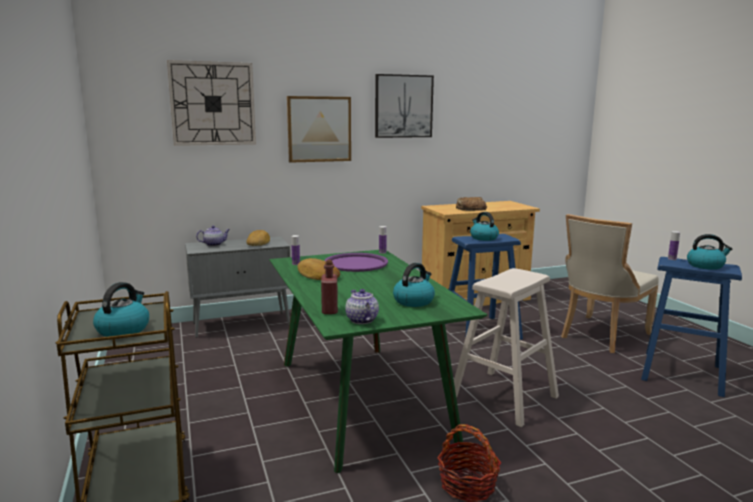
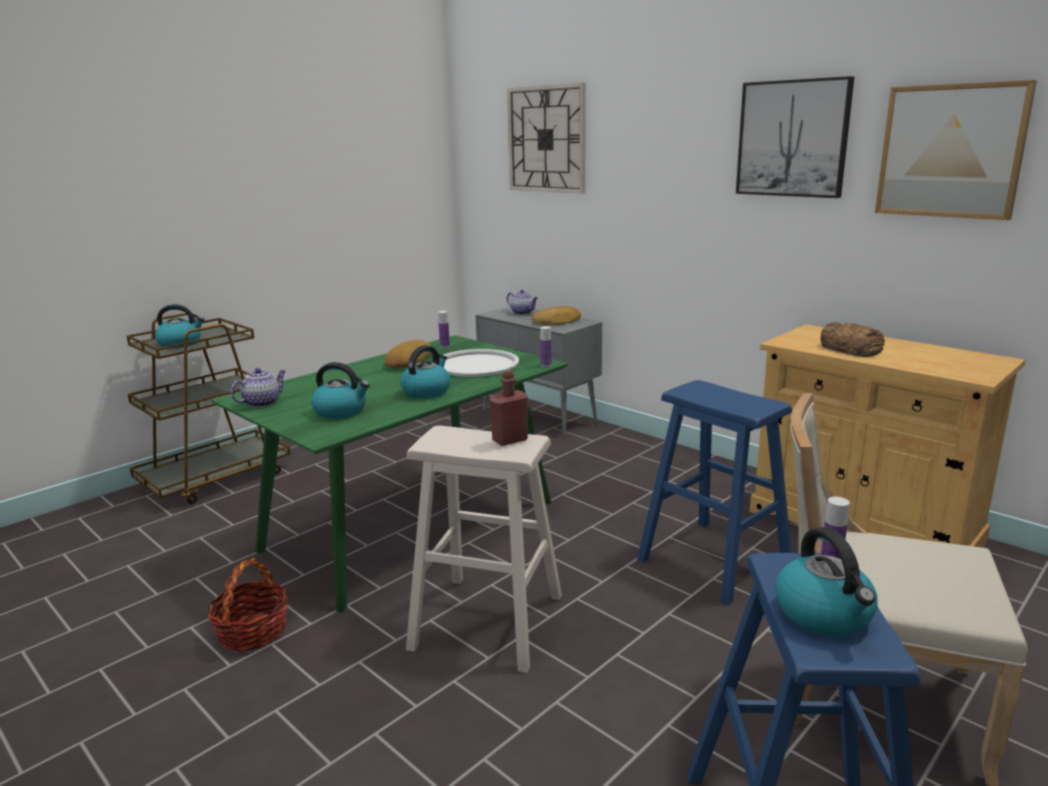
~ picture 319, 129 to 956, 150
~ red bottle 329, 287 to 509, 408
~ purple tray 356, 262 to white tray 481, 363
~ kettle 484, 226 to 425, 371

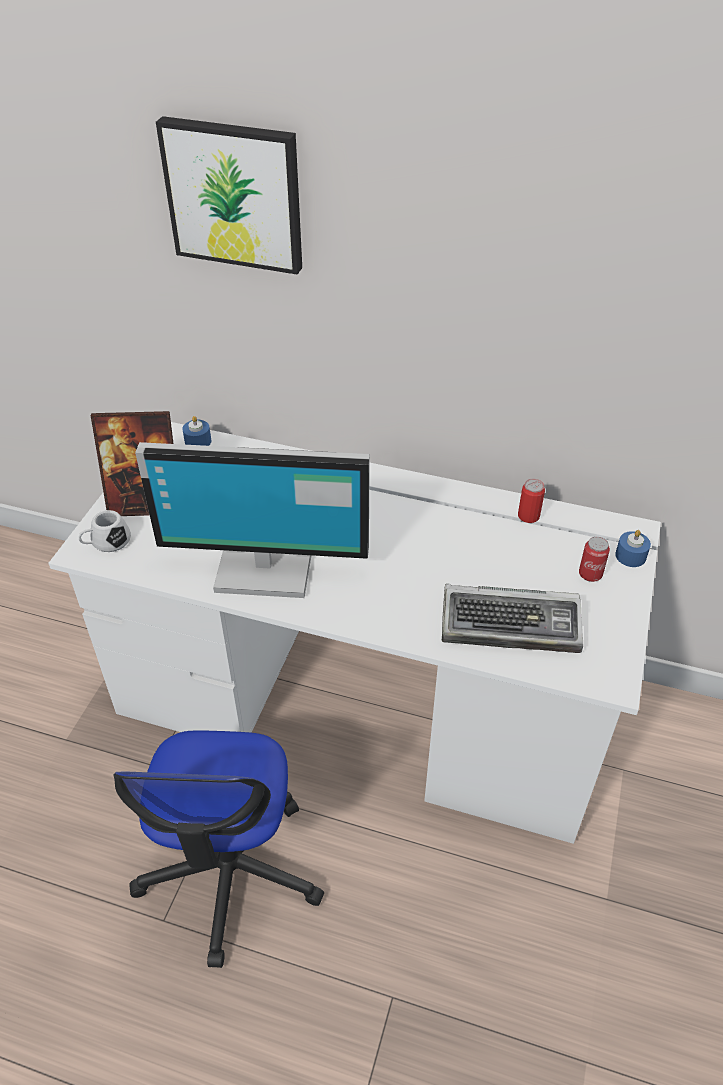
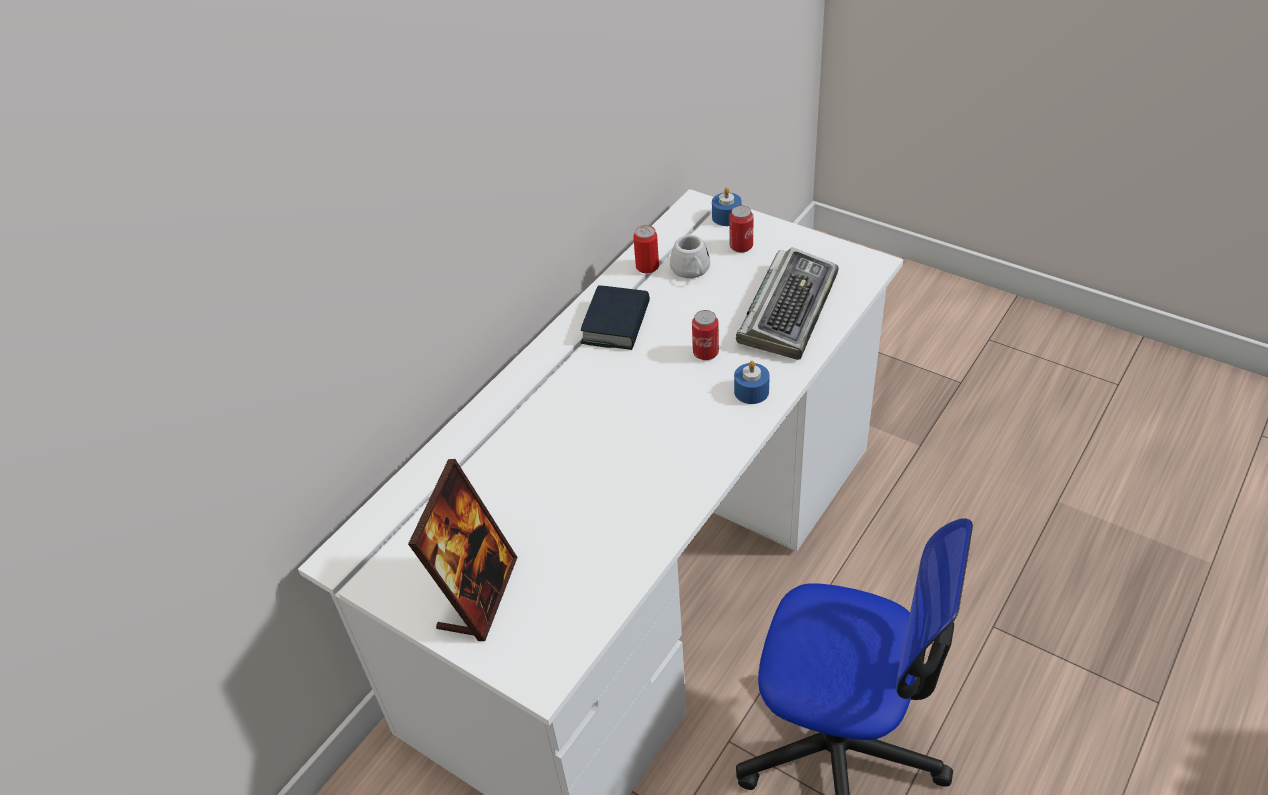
~ white mug 105, 531 to 690, 256
- monitor 252, 520
- picture 229, 195
~ blue candle 196, 431 to 752, 382
+ book 615, 317
+ can 705, 335

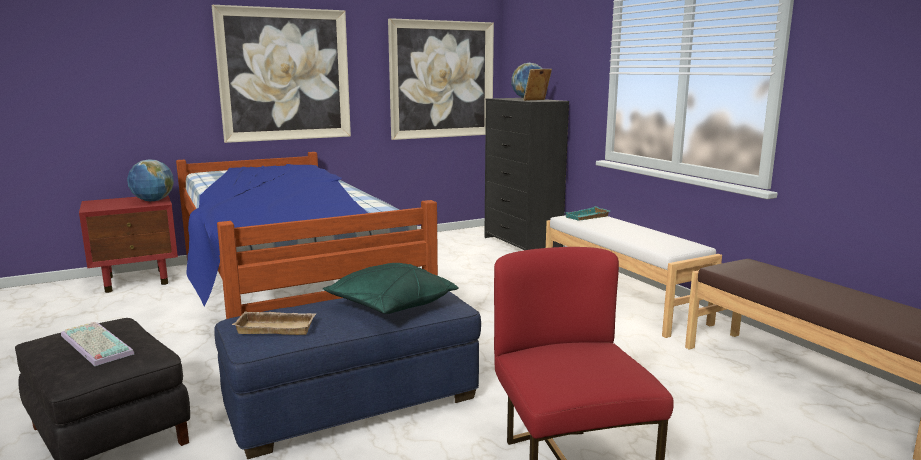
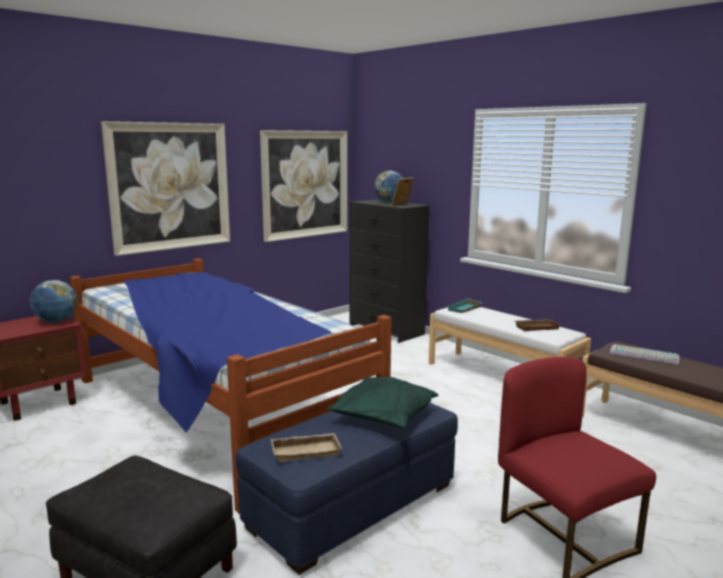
~ keyboard 97, 344 to 644, 354
+ brown tray 538, 325

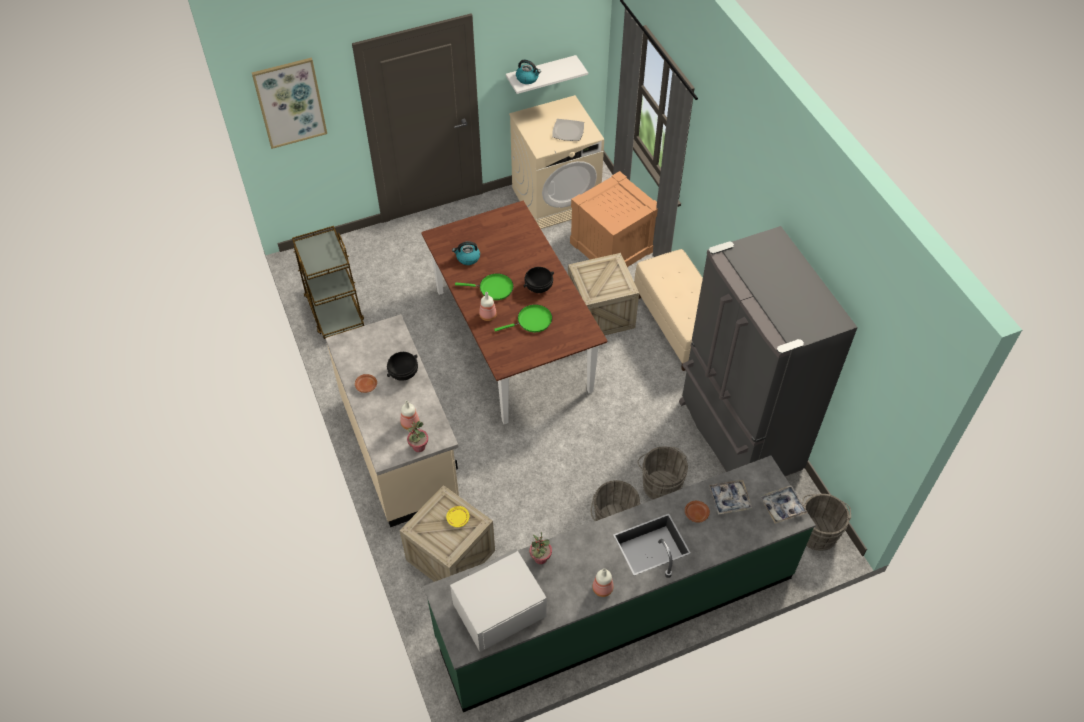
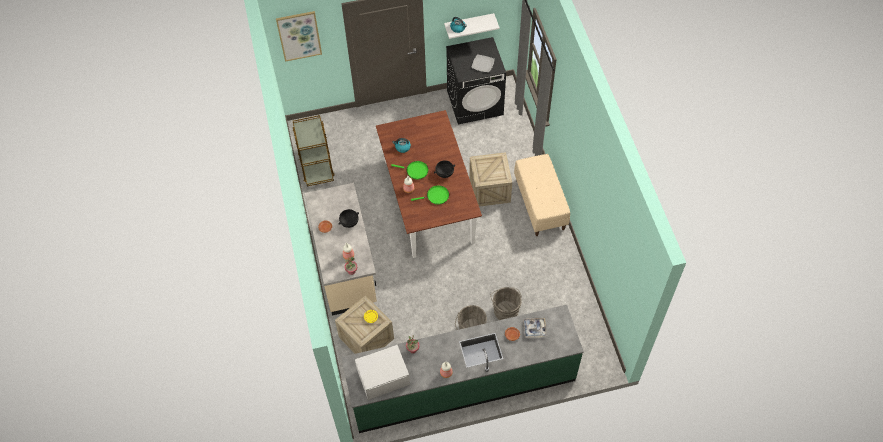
~ beige washing machine 556, 162 to black washing machine 476, 80
- crate 614, 219
- grey fridge 768, 351
- tray 783, 504
- grey bucket 826, 522

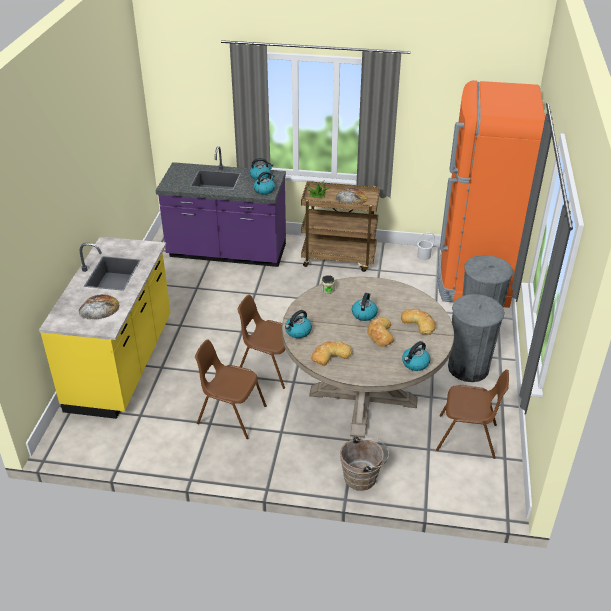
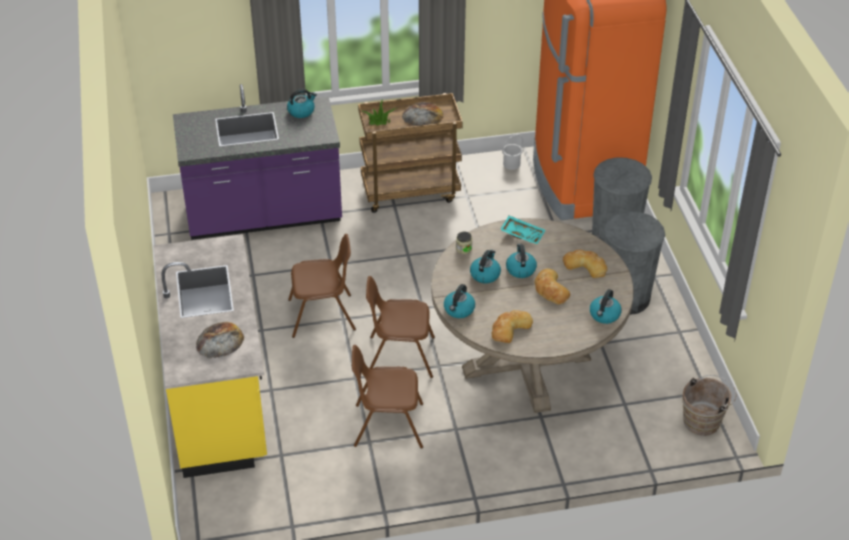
~ kettle 264, 183 to 485, 267
~ brown bucket 364, 463 to 709, 405
~ brown chair 472, 414 to 322, 286
+ turquoise tray 522, 230

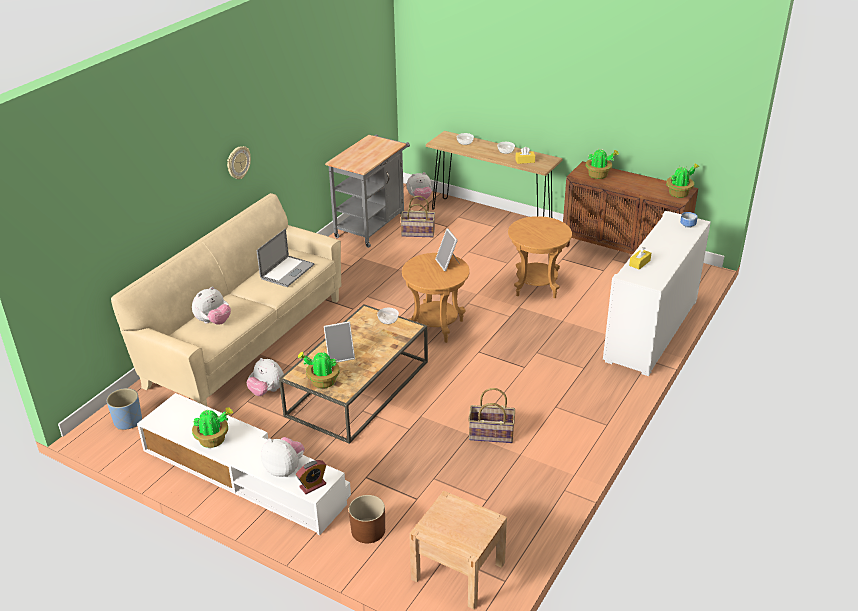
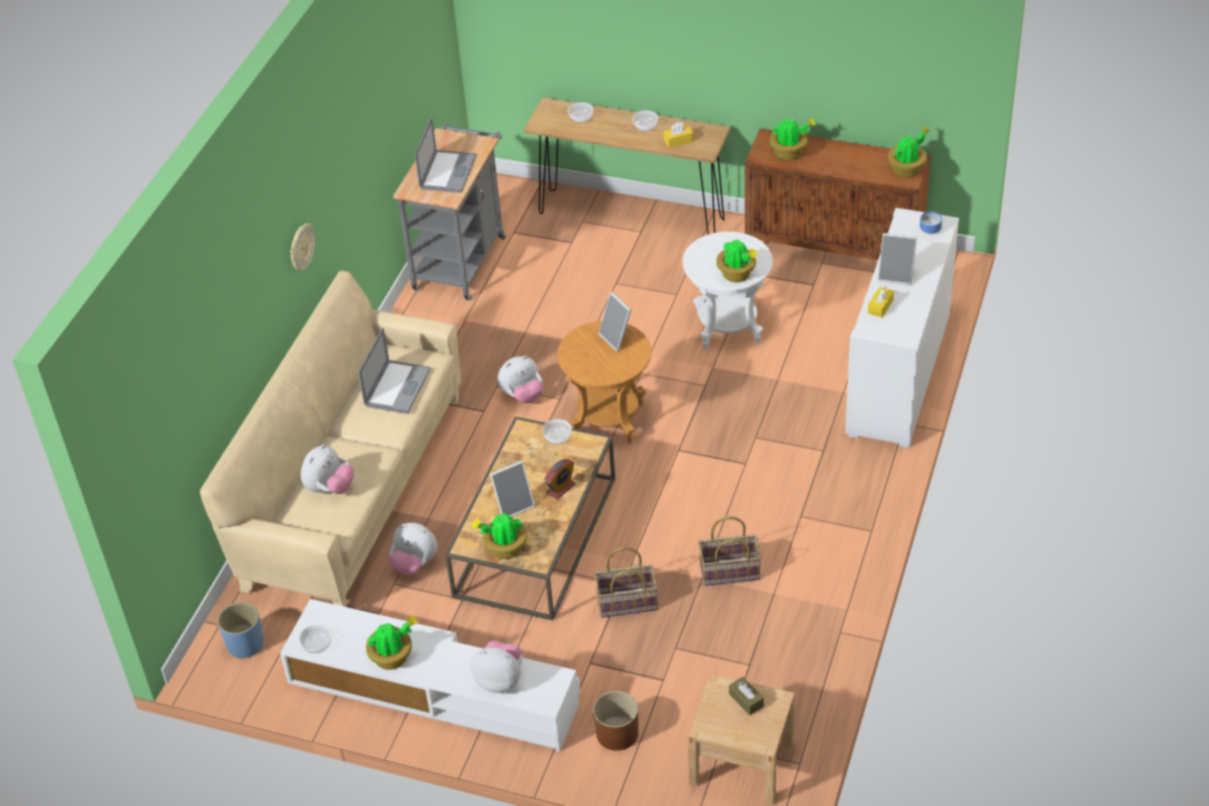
~ alarm clock 311, 477 to 559, 479
~ basket 417, 216 to 625, 582
~ plush toy 419, 186 to 520, 379
~ brown side table 540, 257 to white side table 727, 291
+ bowl 315, 639
+ laptop 445, 155
+ potted plant 736, 259
+ brown tissue box 746, 696
+ picture frame 897, 259

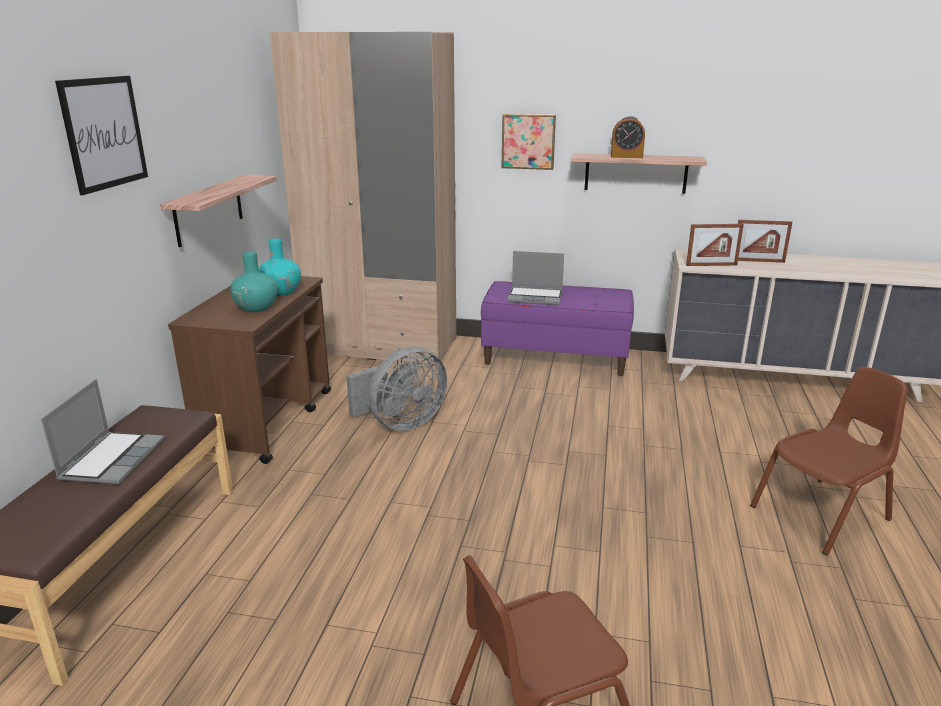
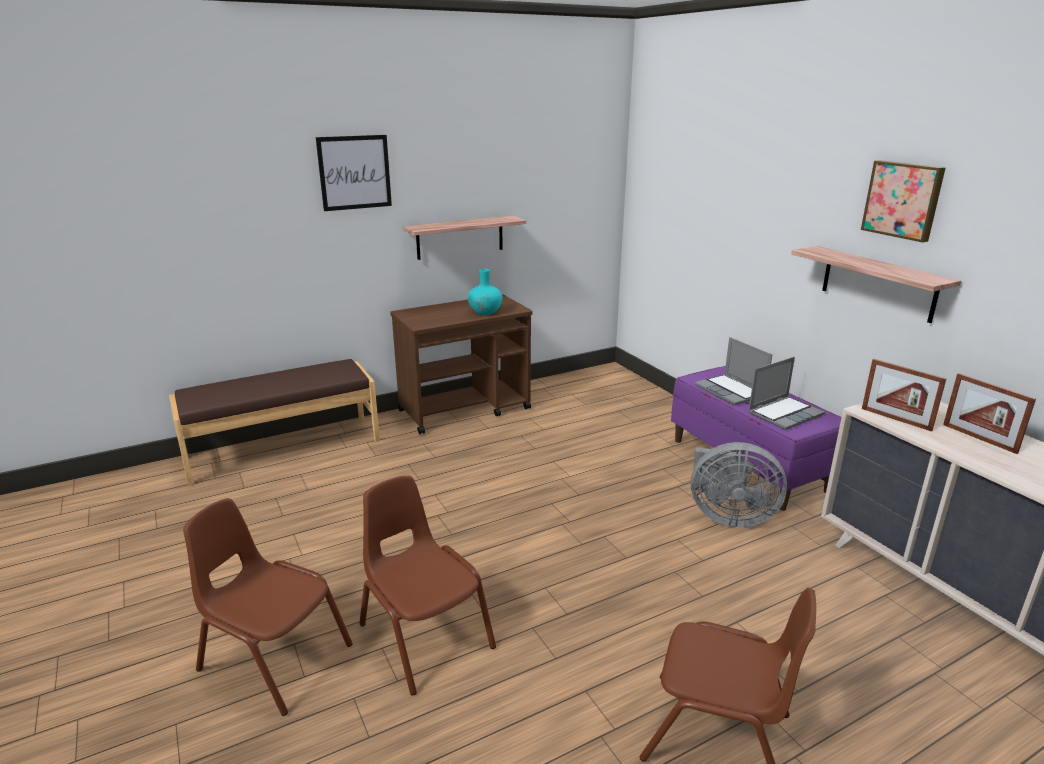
~ laptop 102, 431 to 786, 393
- turquoise vase 254, 281
- beige wardrobe 363, 199
~ grey fan 396, 389 to 739, 484
~ picture 529, 142 to 903, 201
- alarm clock 628, 137
+ brown chair 427, 585

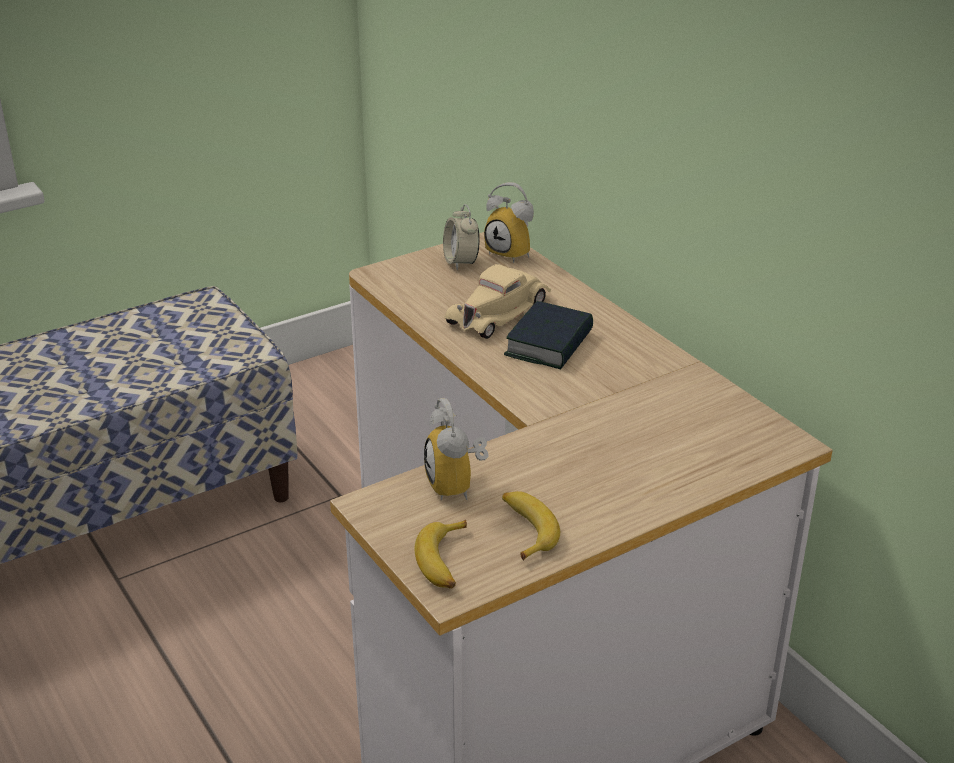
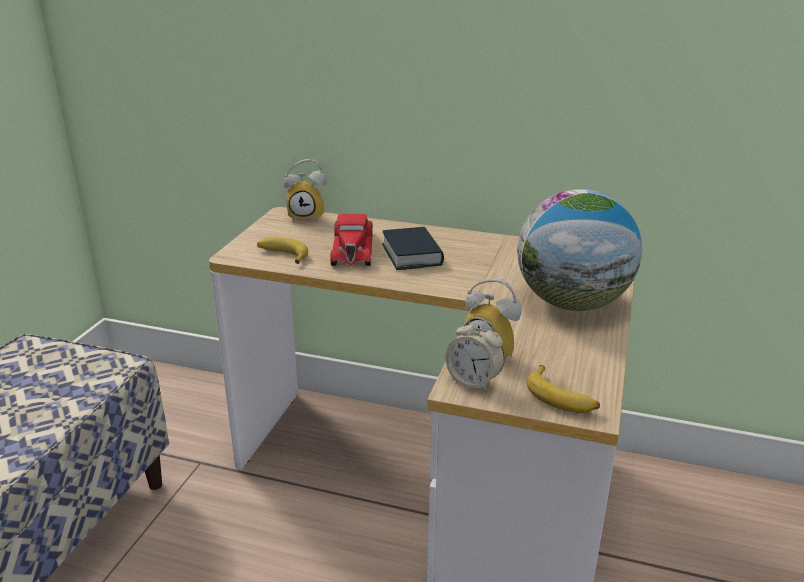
~ alarm clock 461, 237 to 475, 354
~ beige toy car 497, 301 to red toy car 351, 240
~ banana 531, 526 to 282, 250
+ globe 579, 250

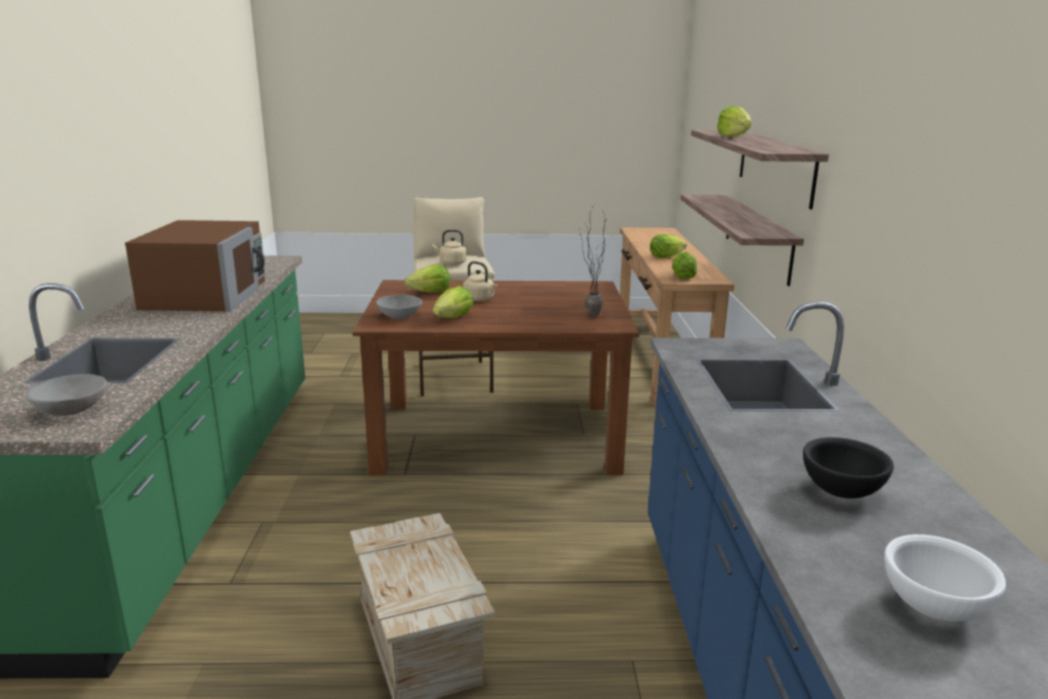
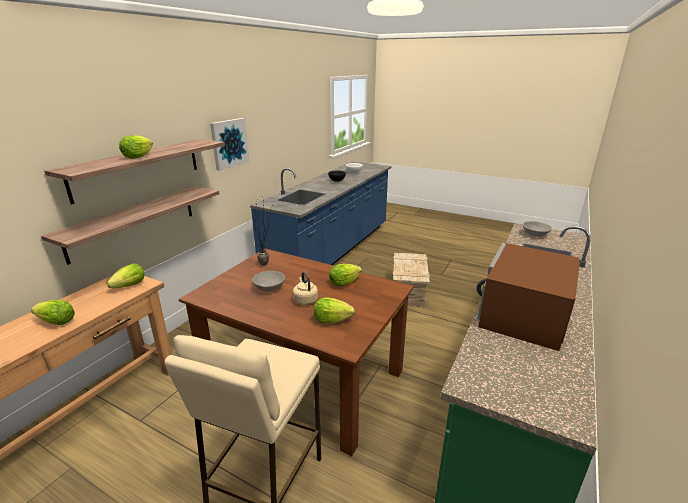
~ grey bowl 399, 307 to 268, 281
- beige kettle 449, 247
+ picture 229, 144

